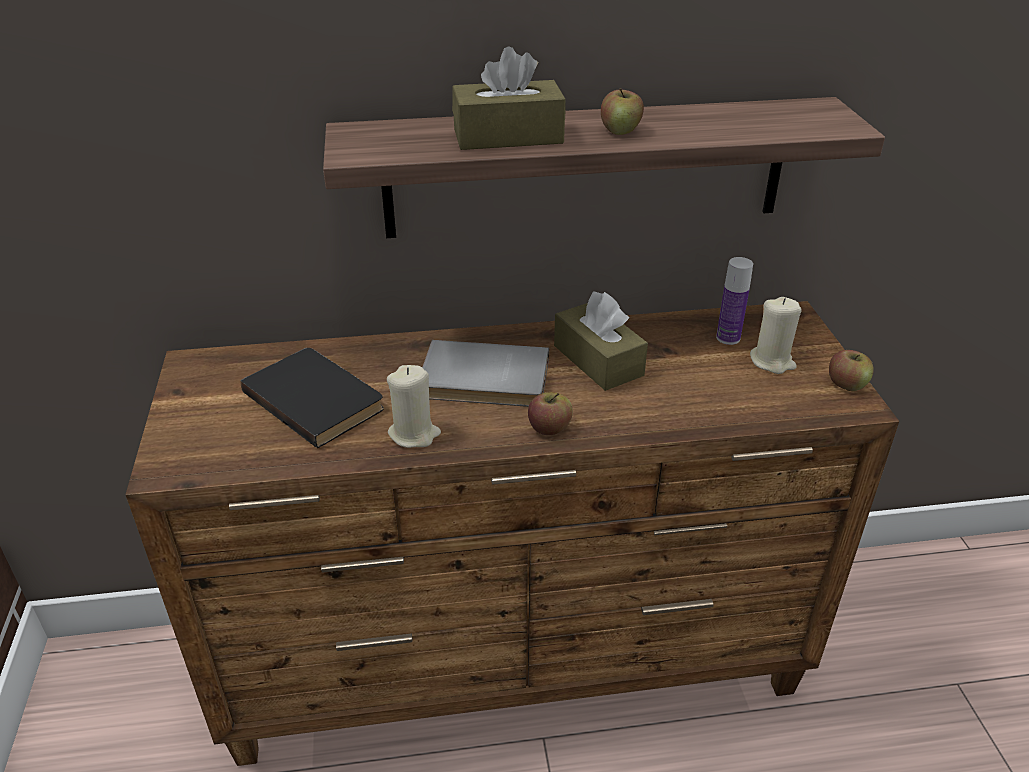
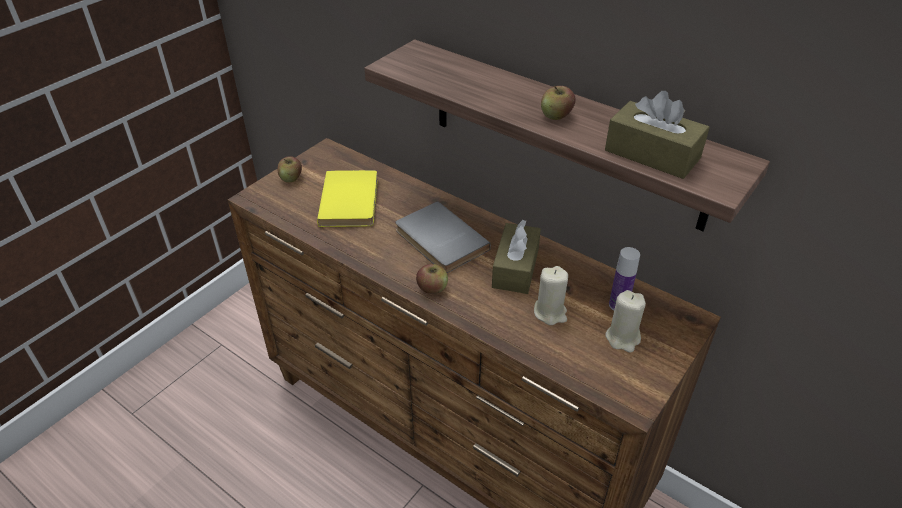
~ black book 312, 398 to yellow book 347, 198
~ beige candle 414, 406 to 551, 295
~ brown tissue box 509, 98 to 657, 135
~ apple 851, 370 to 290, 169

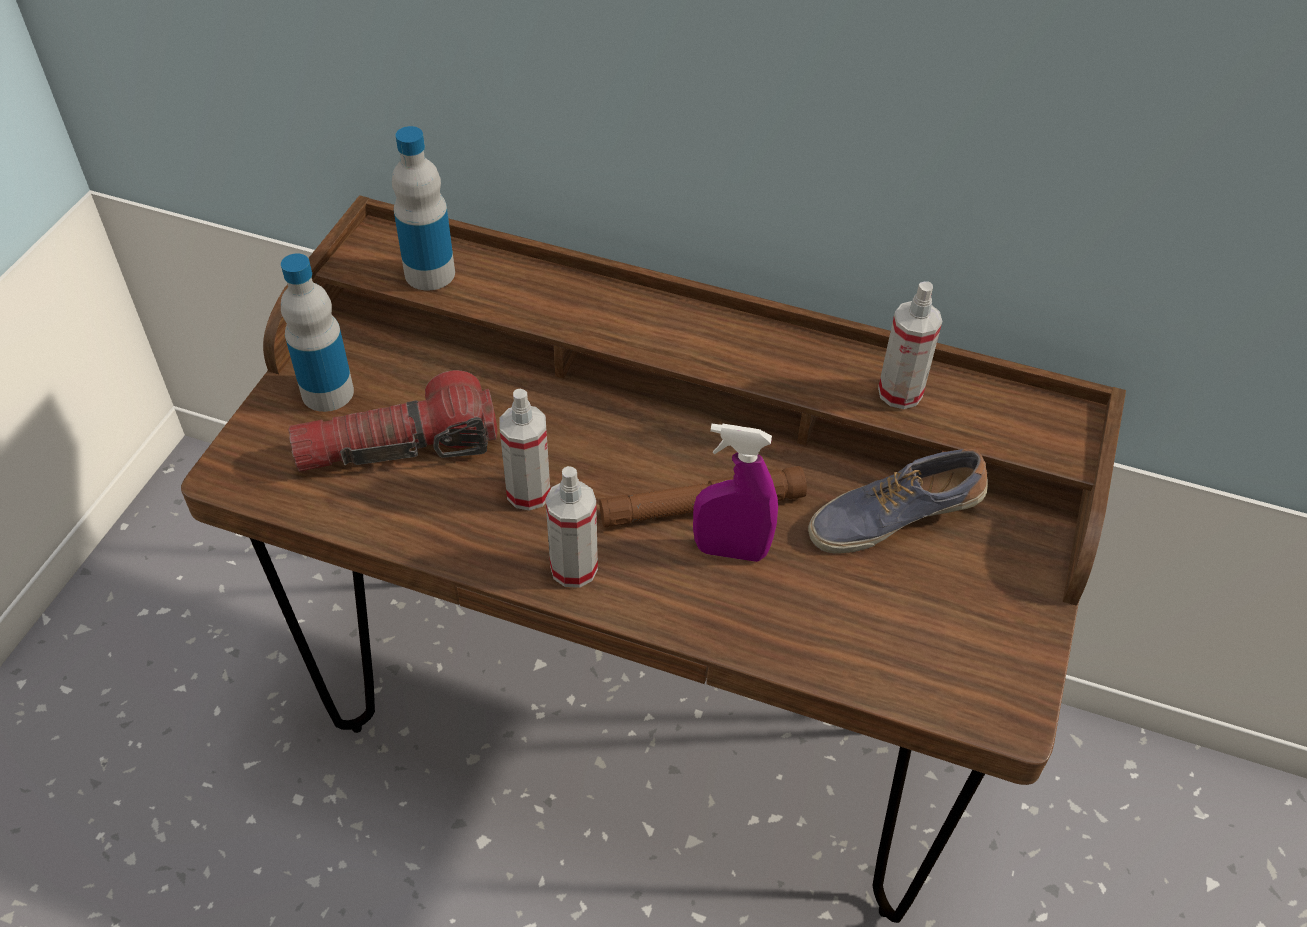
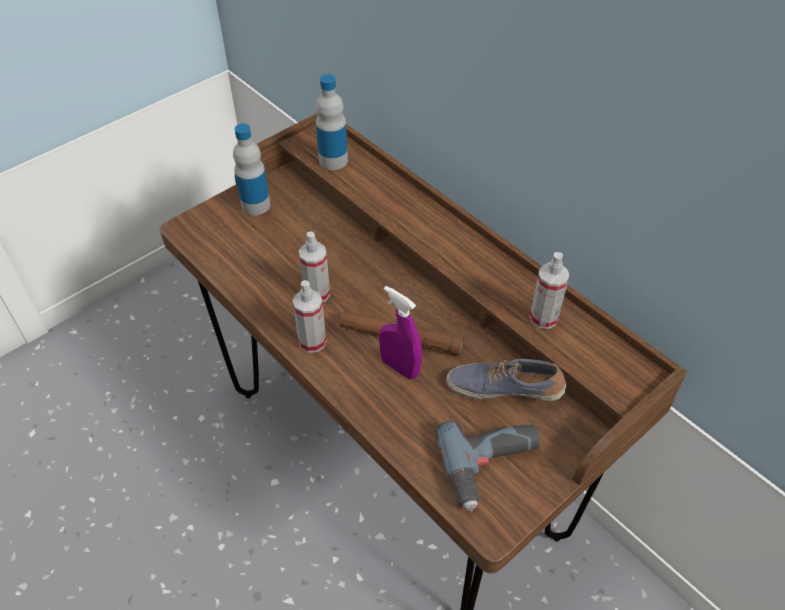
- flashlight 393, 420
+ power drill 487, 466

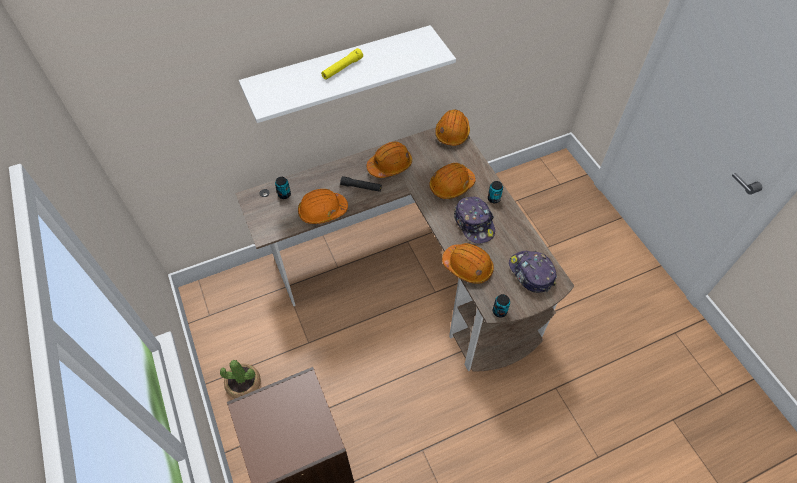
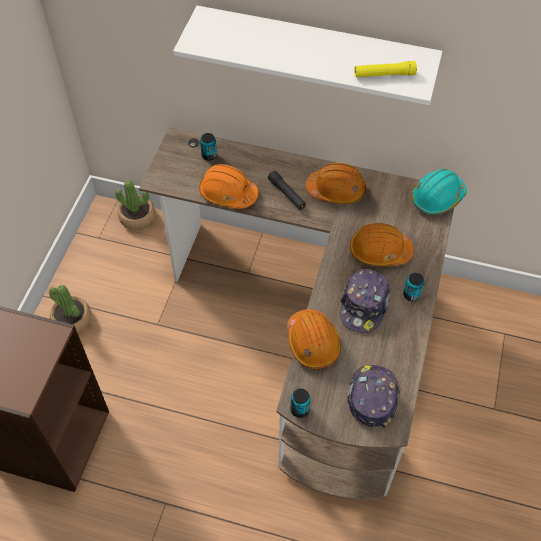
~ yellow flashlight 342, 64 to 385, 69
~ orange hard hat 452, 128 to turquoise hard hat 439, 192
+ potted plant 135, 205

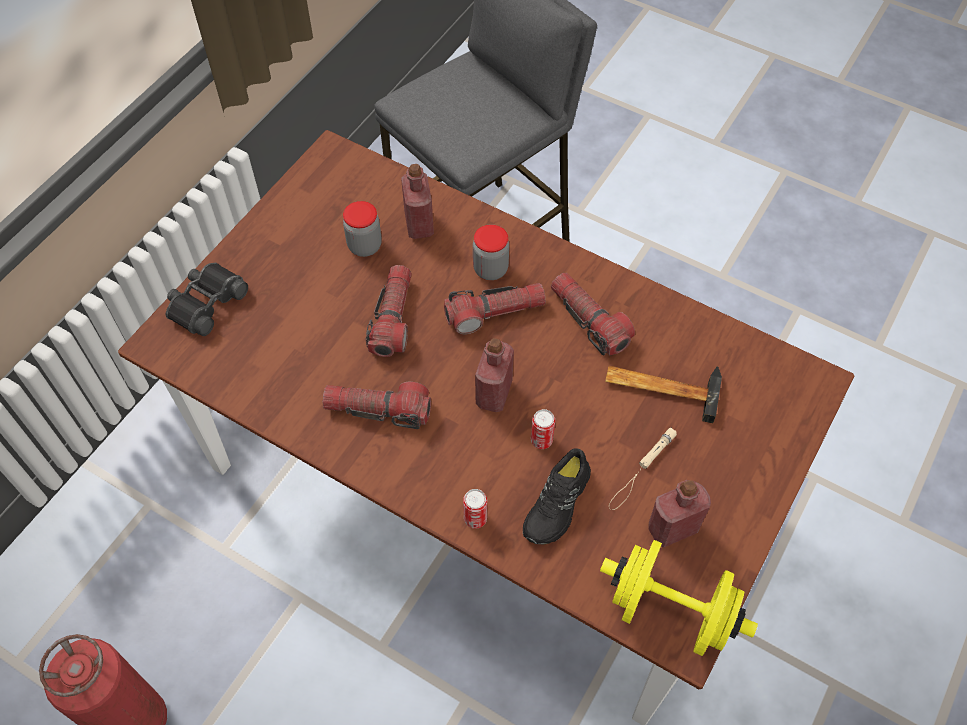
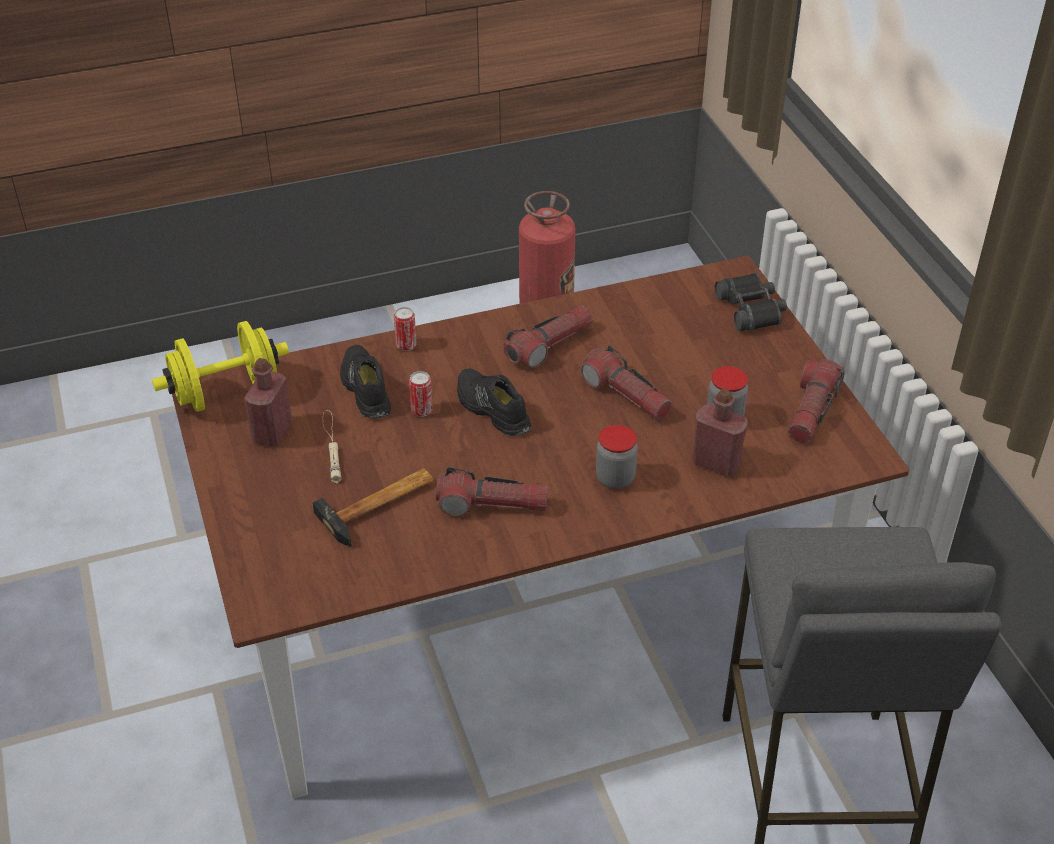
~ flashlight 495, 309 to 816, 401
~ red bottle 494, 375 to black shoe 494, 402

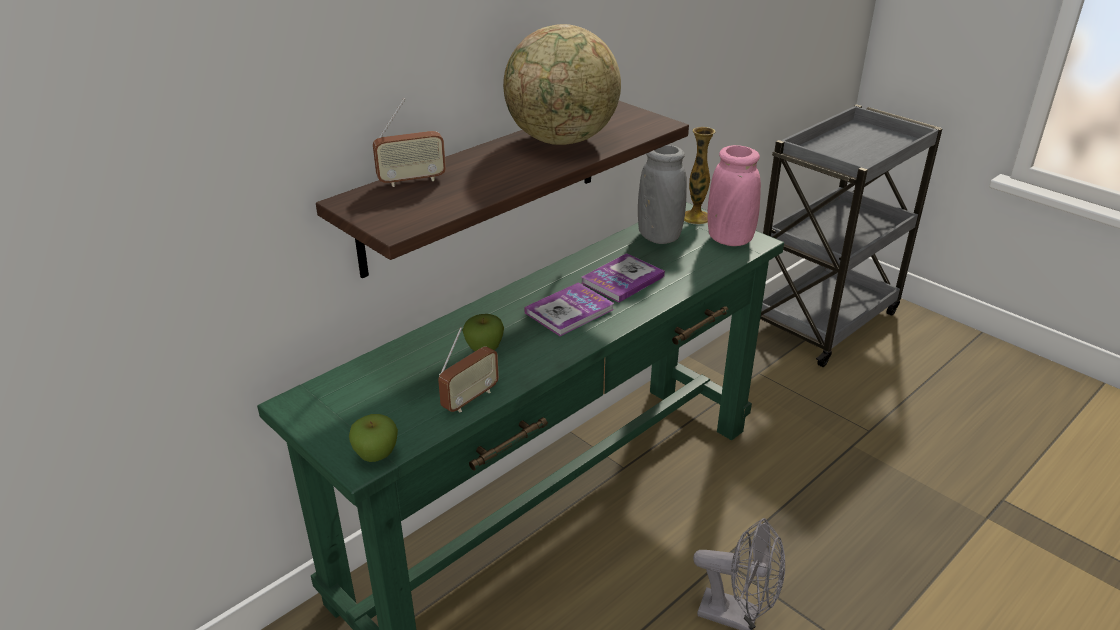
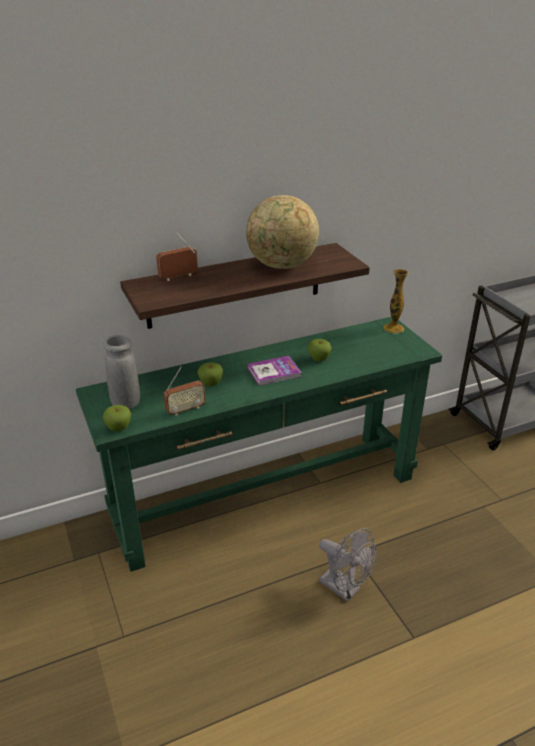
~ radio 409, 142 = 177, 257 150 degrees clockwise
~ book 623, 277 to apple 320, 350
~ grey vase 662, 194 to 121, 372
- pink vase 734, 195

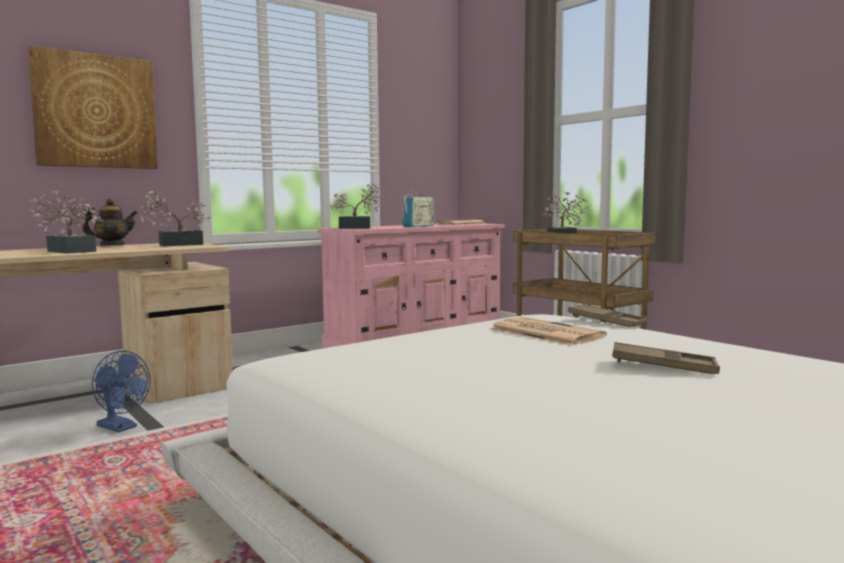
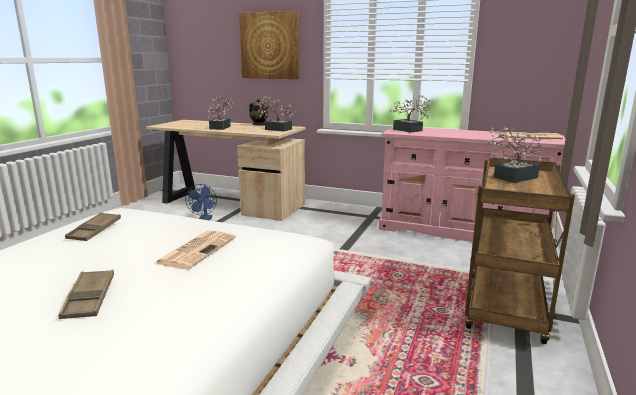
- radio 419, 208
~ brown tray 607, 315 to 93, 226

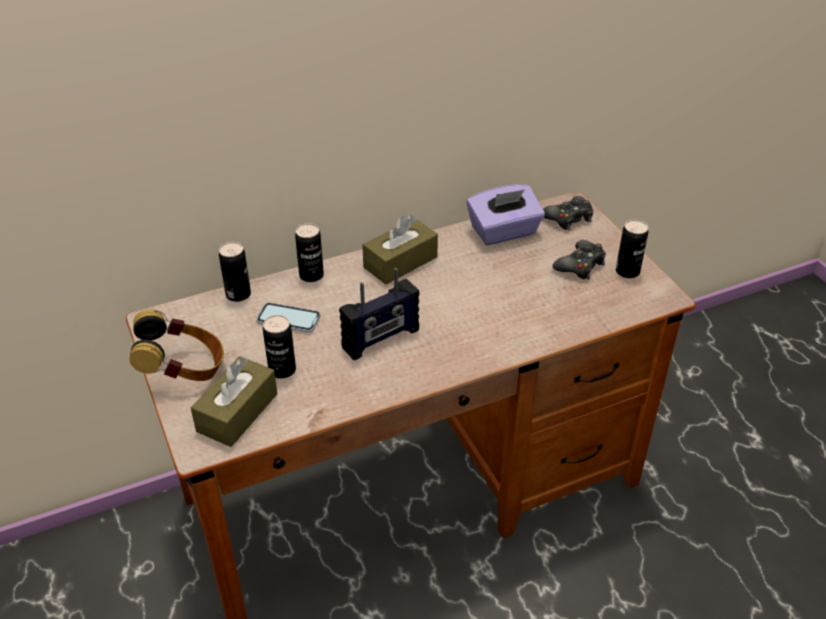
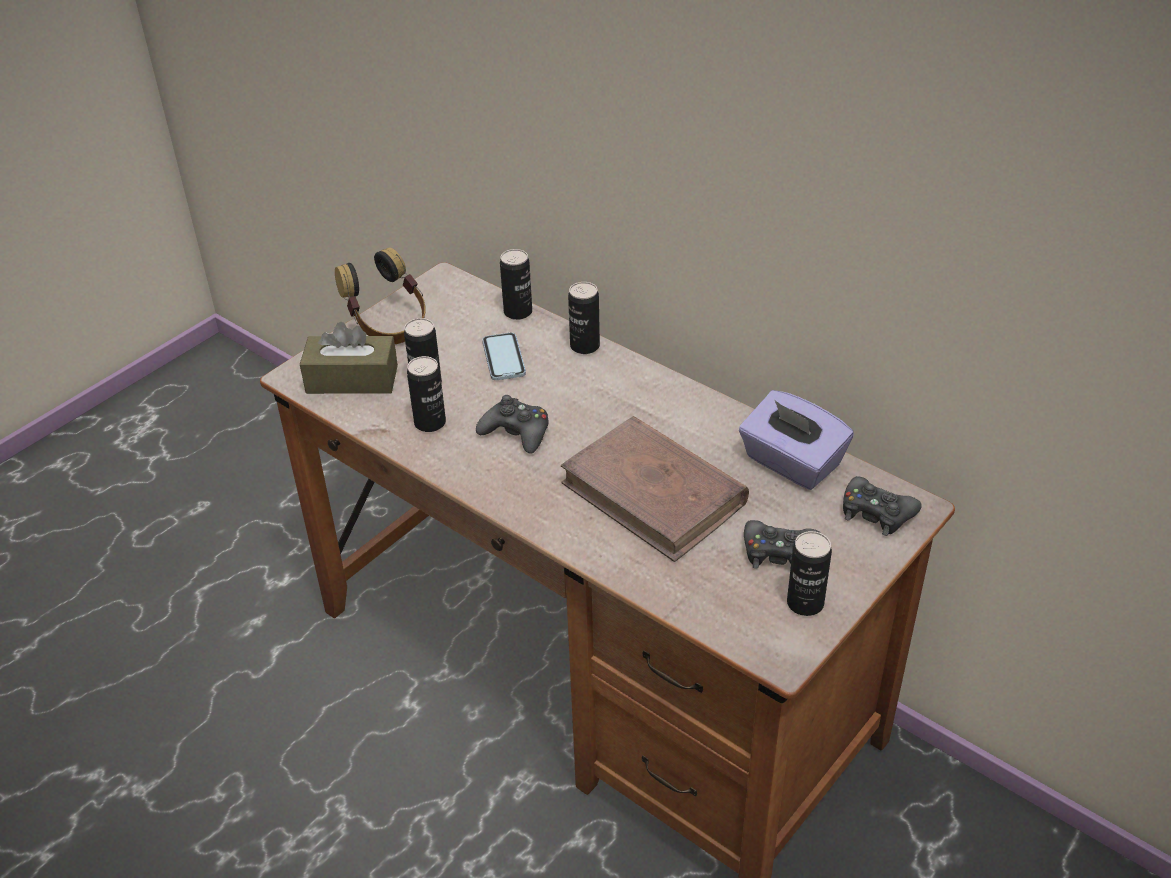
~ radio 379, 314 to black game controller 512, 424
- brown tissue box 400, 250
+ can 426, 394
+ brown book 655, 489

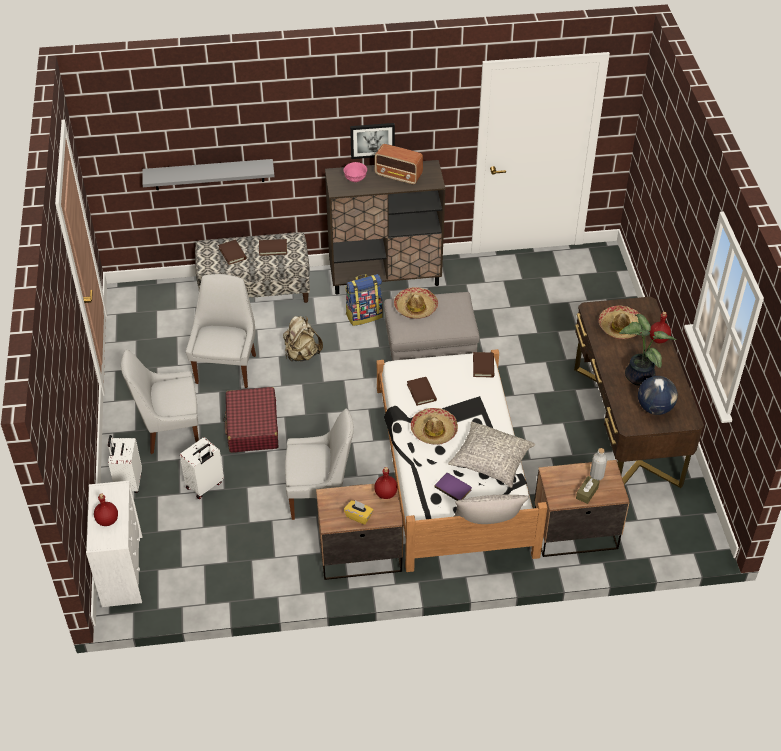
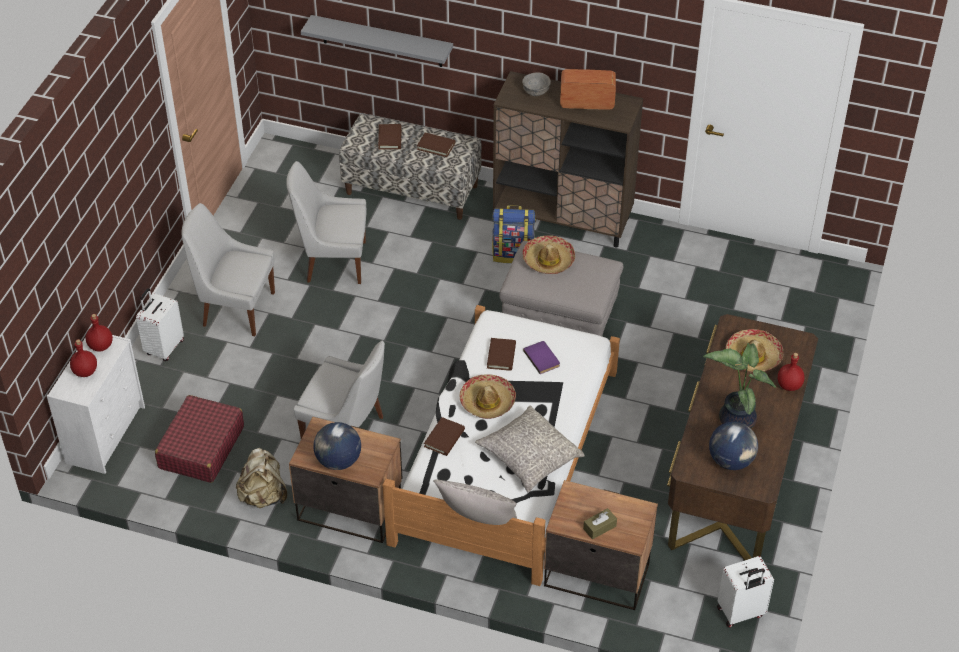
~ white suitcase 202, 468 to 745, 592
~ white chair 221, 331 = 326, 222 120 degrees counterclockwise
~ red suitcase 250, 420 to 199, 439
~ beige backpack 303, 338 to 261, 478
~ pink bowl 355, 172 to grey bowl 536, 84
~ yellow tissue box 359, 512 to globe 337, 446
- picture 372, 141
~ red bottle 386, 483 to 99, 333
~ radio 399, 164 = 588, 89 135 degrees clockwise
~ purple book 453, 487 to 541, 357
~ brown book 483, 364 to 444, 436
- grey bottle 598, 464

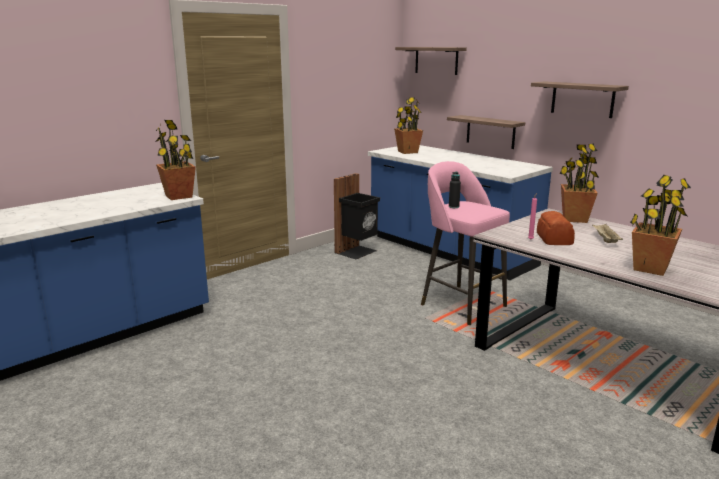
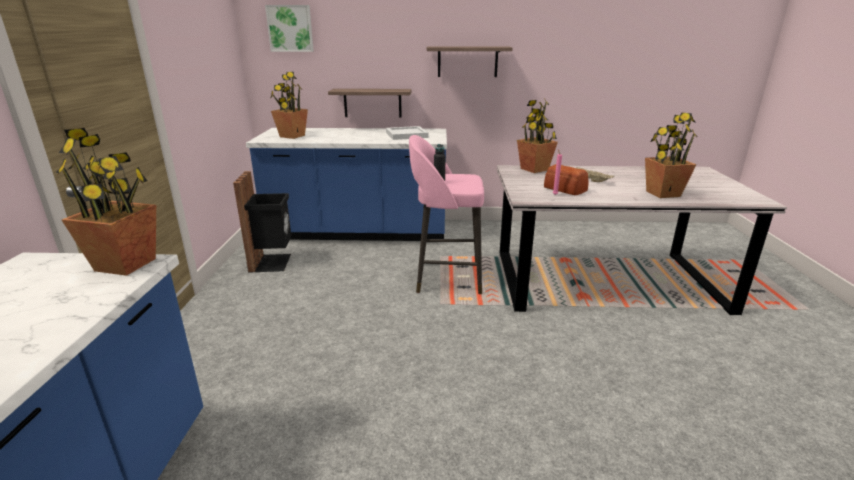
~ shelf 431, 61 to picture 289, 28
+ white tray 407, 133

